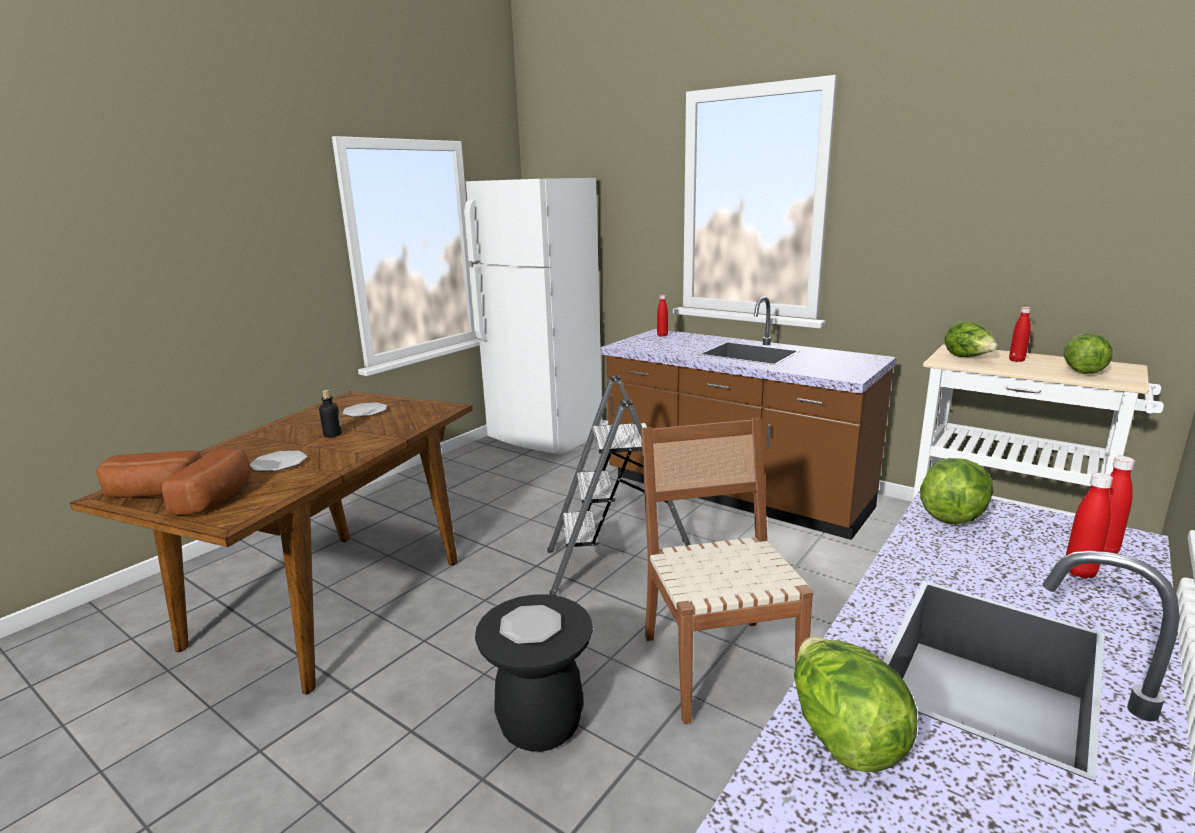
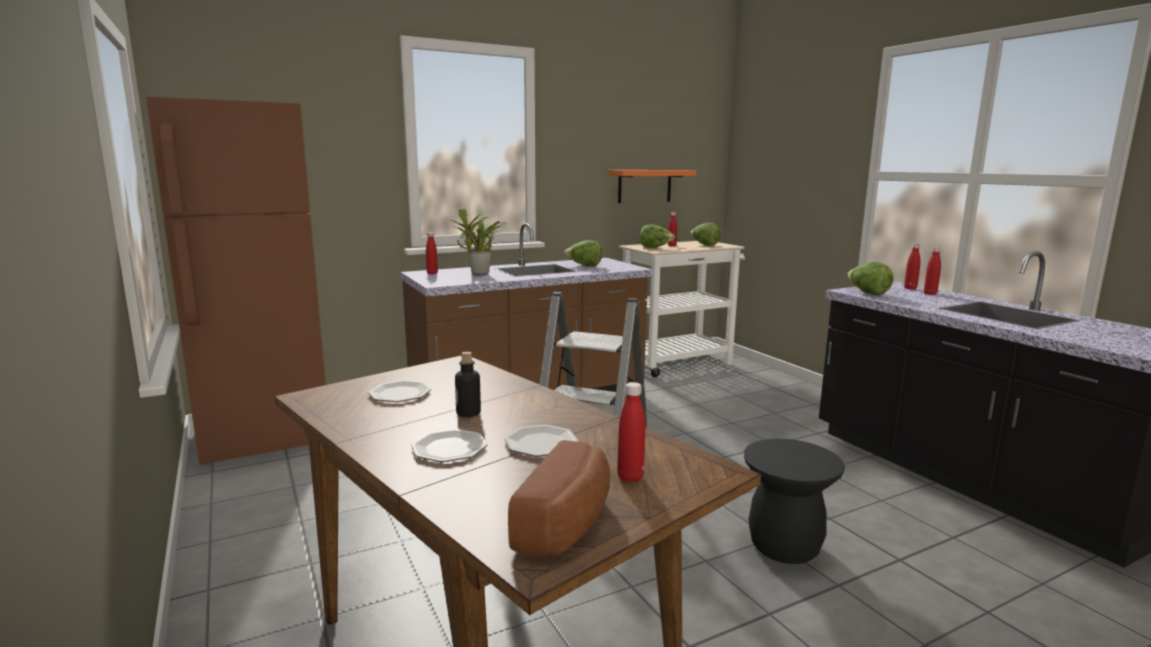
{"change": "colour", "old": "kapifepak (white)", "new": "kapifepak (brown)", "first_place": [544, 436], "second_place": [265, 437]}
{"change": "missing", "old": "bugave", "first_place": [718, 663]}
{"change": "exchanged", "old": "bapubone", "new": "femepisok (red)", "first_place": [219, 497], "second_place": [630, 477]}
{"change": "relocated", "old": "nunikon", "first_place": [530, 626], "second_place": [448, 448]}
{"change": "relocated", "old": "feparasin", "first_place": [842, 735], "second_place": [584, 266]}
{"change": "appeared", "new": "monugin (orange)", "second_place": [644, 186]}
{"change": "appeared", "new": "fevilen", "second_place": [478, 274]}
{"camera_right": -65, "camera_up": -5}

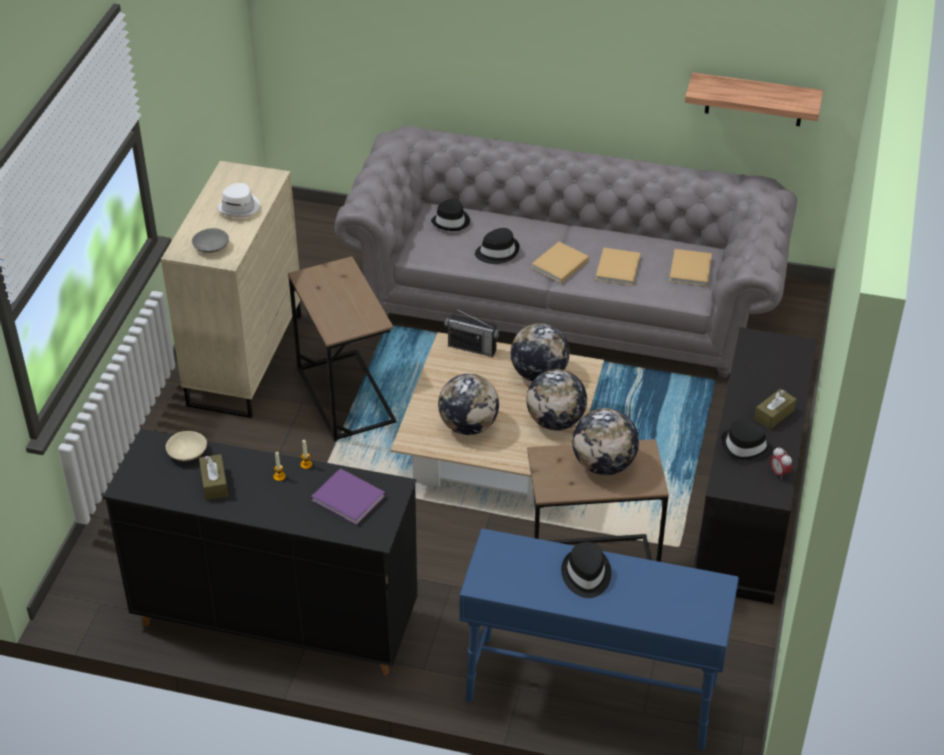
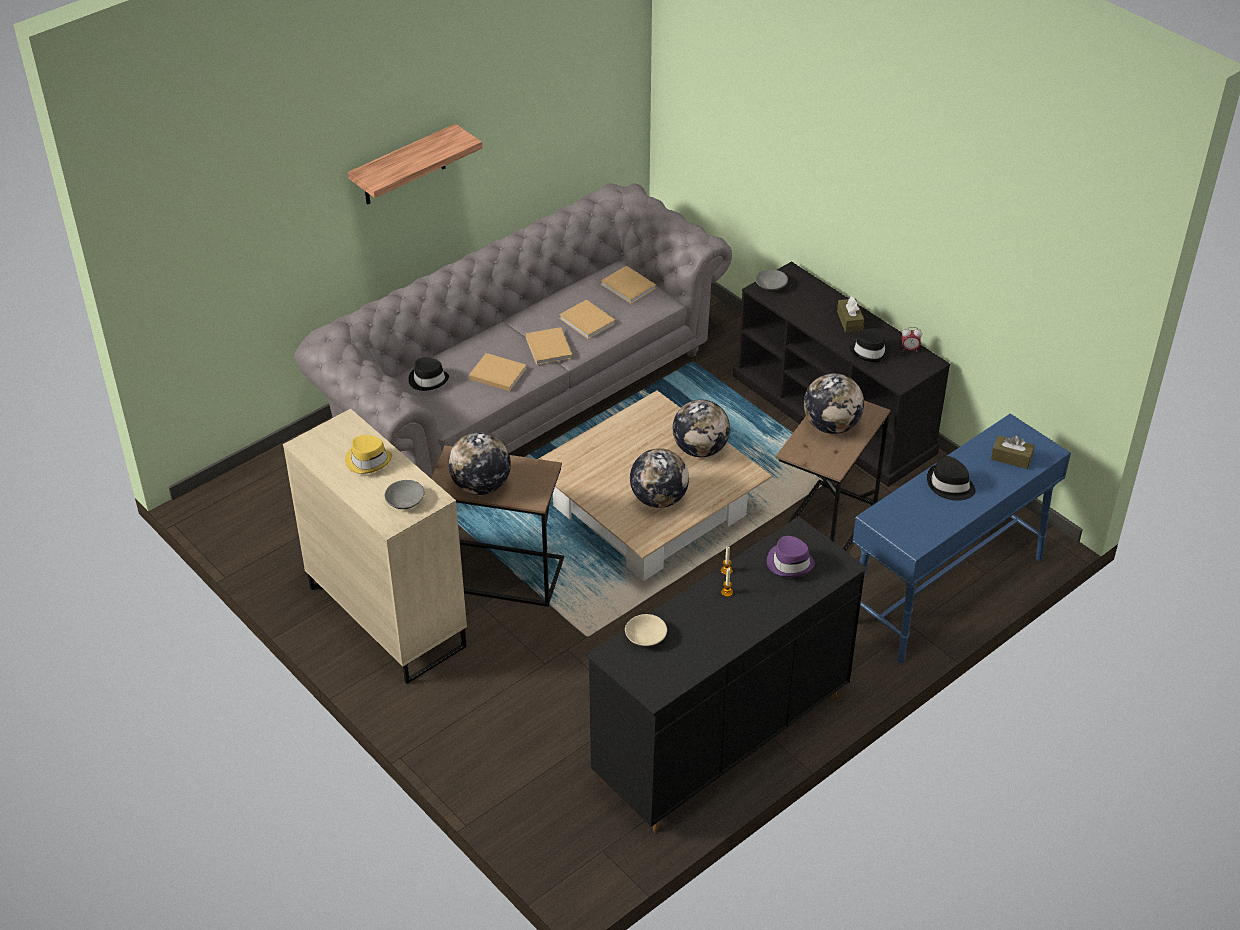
{"change": "relocated", "old": "monugin", "first_place": [754, 100], "second_place": [404, 166]}
{"change": "colour", "old": "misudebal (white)", "new": "misudebal (yellow)", "first_place": [239, 207], "second_place": [368, 460]}
{"change": "exchanged", "old": "misudebal (black)", "new": "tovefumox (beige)", "first_place": [497, 252], "second_place": [496, 373]}
{"change": "missing", "old": "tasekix", "first_place": [472, 348]}
{"change": "relocated", "old": "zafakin", "first_place": [539, 374], "second_place": [481, 486]}
{"change": "relocated", "old": "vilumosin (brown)", "first_place": [214, 483], "second_place": [1011, 458]}
{"change": "exchanged", "old": "tovefumox (purple)", "new": "misudebal (purple)", "first_place": [350, 499], "second_place": [790, 563]}
{"change": "appeared", "new": "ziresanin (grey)", "second_place": [770, 285]}
{"camera_right": -55, "camera_up": 0}

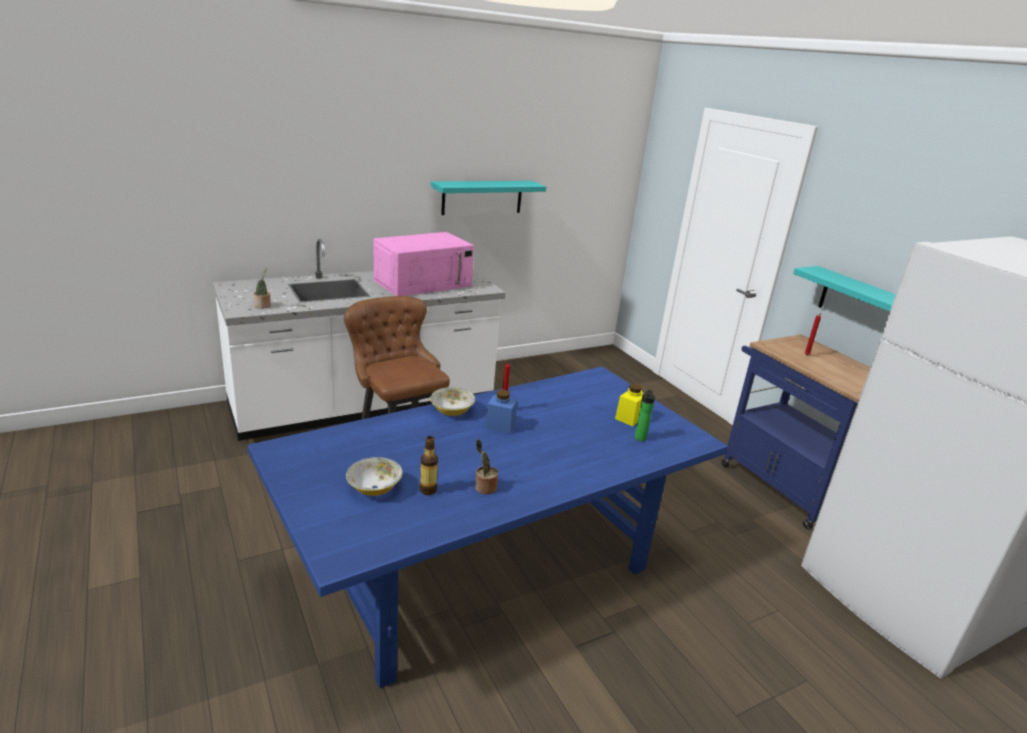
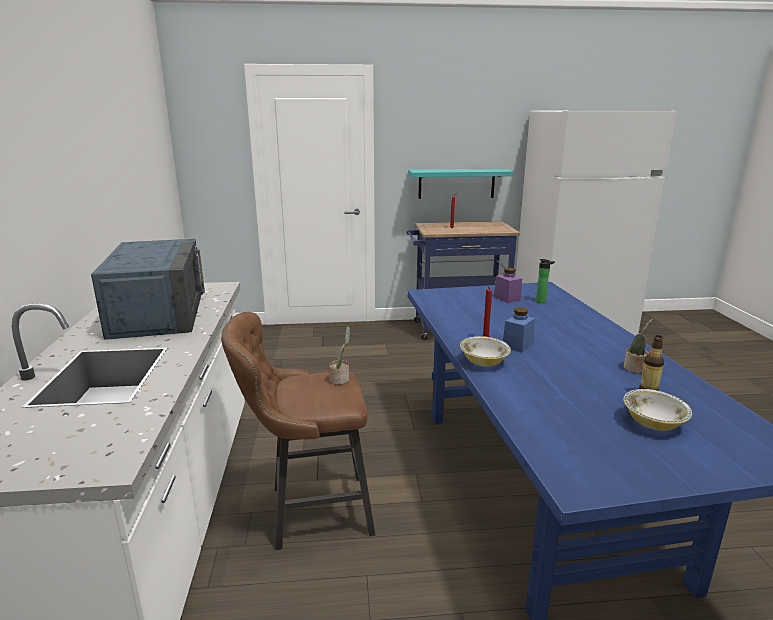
{"change": "missing", "old": "monugin (turquoise)", "first_place": [482, 197]}
{"change": "colour", "old": "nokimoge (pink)", "new": "nokimoge (blue)", "first_place": [423, 283], "second_place": [158, 312]}
{"change": "relocated", "old": "fevilen", "first_place": [263, 306], "second_place": [340, 379]}
{"change": "colour", "old": "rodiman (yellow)", "new": "rodiman (purple)", "first_place": [629, 418], "second_place": [507, 298]}
{"camera_right": -65, "camera_up": -5}

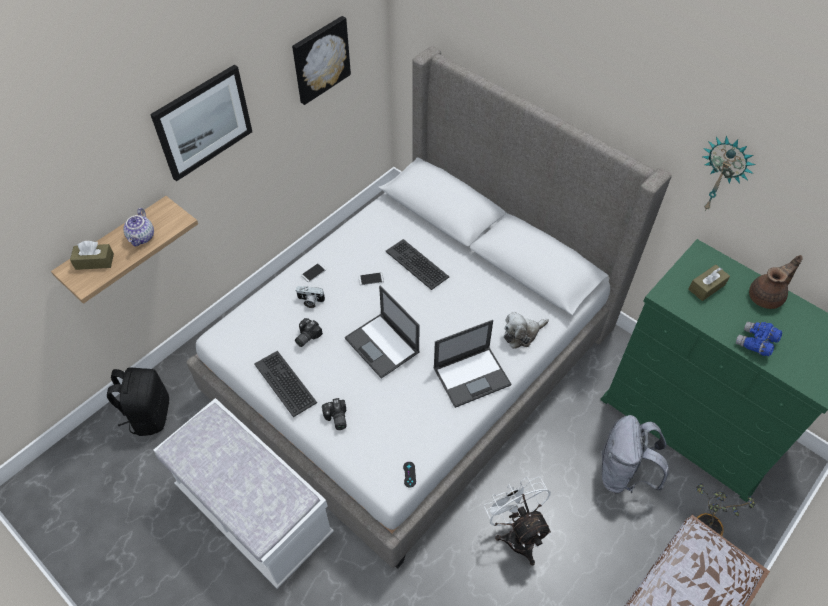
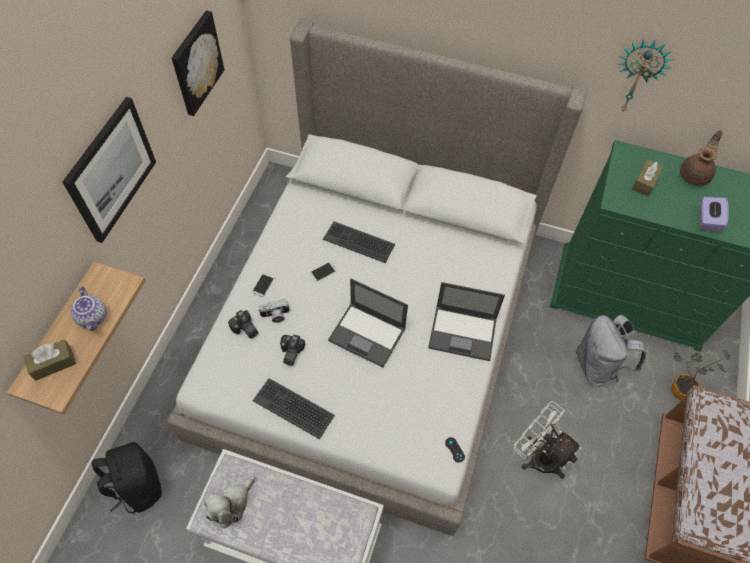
{"change": "relocated", "old": "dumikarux", "first_place": [522, 334], "second_place": [231, 504]}
{"change": "spun", "old": "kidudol", "first_place": [472, 376], "second_place": [463, 333], "degrees": 60}
{"change": "exchanged", "old": "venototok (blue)", "new": "vilumosin (purple)", "first_place": [755, 343], "second_place": [707, 220]}
{"change": "relocated", "old": "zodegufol", "first_place": [336, 419], "second_place": [245, 329]}
{"camera_right": -25, "camera_up": 5}

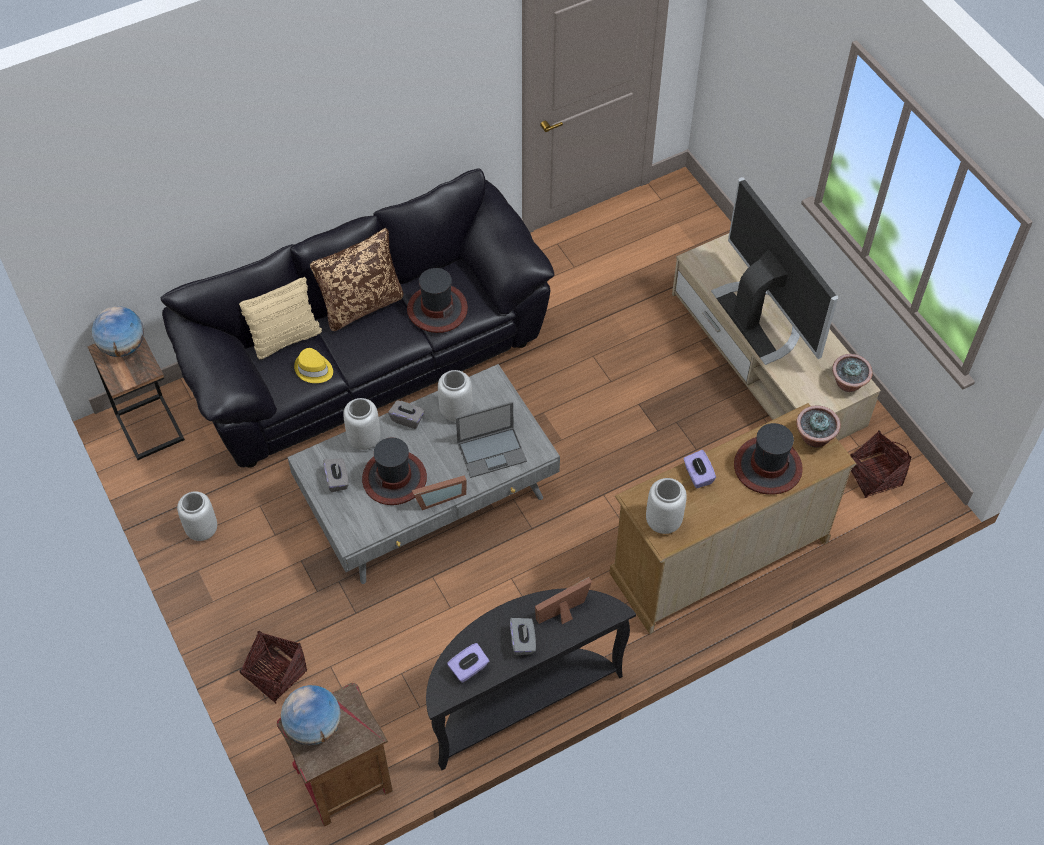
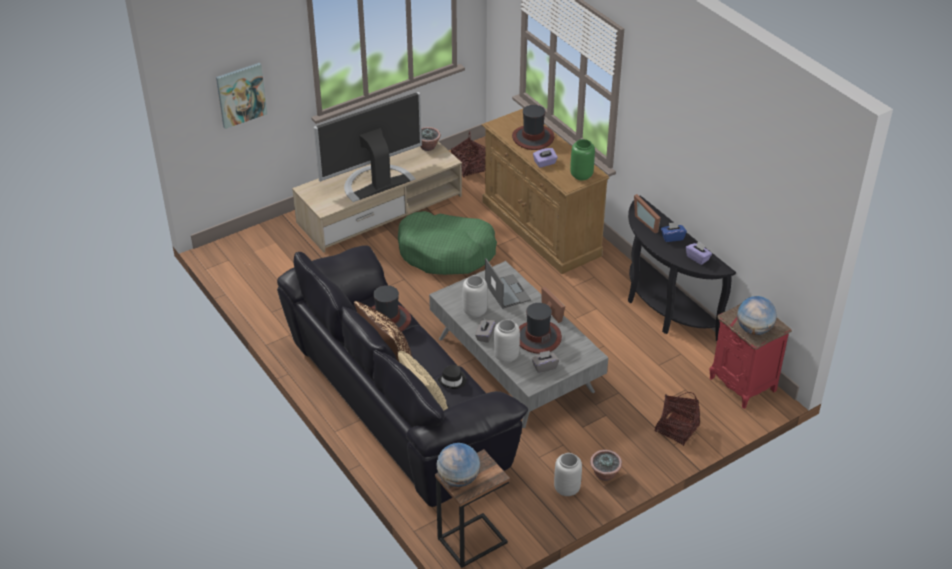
{"change": "colour", "old": "misudebal (yellow)", "new": "misudebal (black)", "first_place": [313, 369], "second_place": [453, 380]}
{"change": "relocated", "old": "fevilen", "first_place": [814, 438], "second_place": [605, 474]}
{"change": "colour", "old": "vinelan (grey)", "new": "vinelan (green)", "first_place": [662, 521], "second_place": [581, 175]}
{"change": "colour", "old": "vilumosin (grey)", "new": "vilumosin (blue)", "first_place": [523, 642], "second_place": [672, 237]}
{"change": "appeared", "new": "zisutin", "second_place": [241, 94]}
{"change": "appeared", "new": "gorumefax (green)", "second_place": [446, 252]}
{"camera_right": -95, "camera_up": -15}

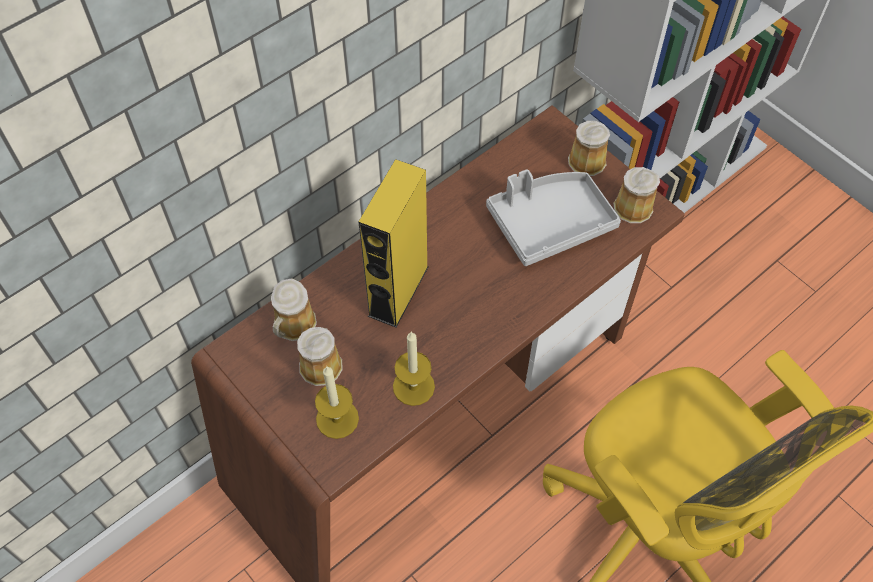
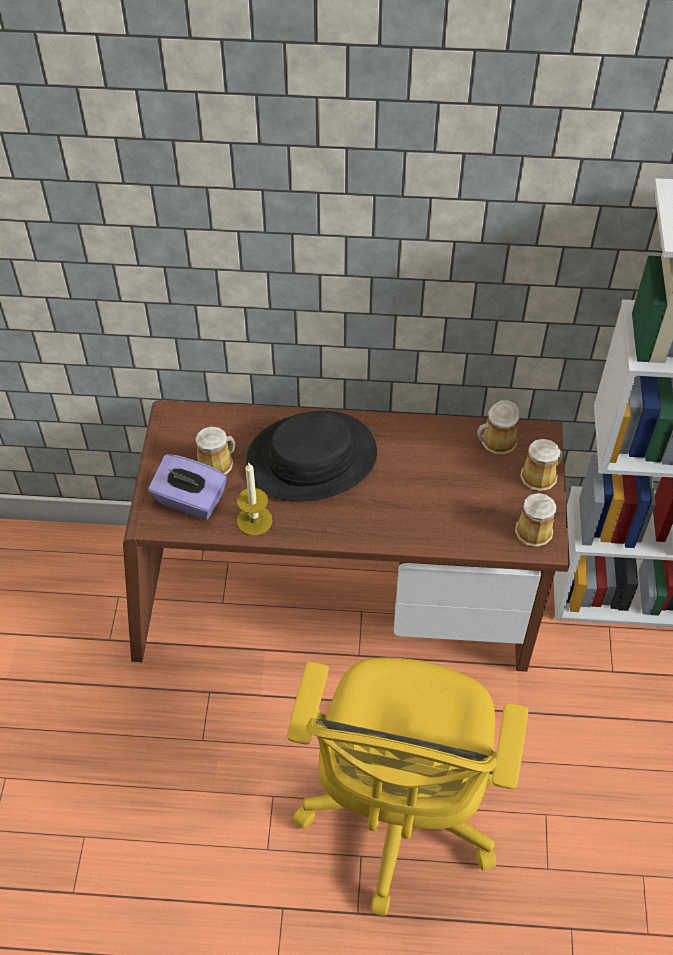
{"change": "exchanged", "old": "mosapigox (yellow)", "new": "misudebal (black)", "first_place": [398, 291], "second_place": [312, 458]}
{"change": "missing", "old": "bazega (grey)", "first_place": [549, 223]}
{"change": "relocated", "old": "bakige", "first_place": [293, 325], "second_place": [496, 441]}
{"change": "exchanged", "old": "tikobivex", "new": "vilumosin (purple)", "first_place": [337, 418], "second_place": [190, 501]}
{"camera_right": 45, "camera_up": -5}

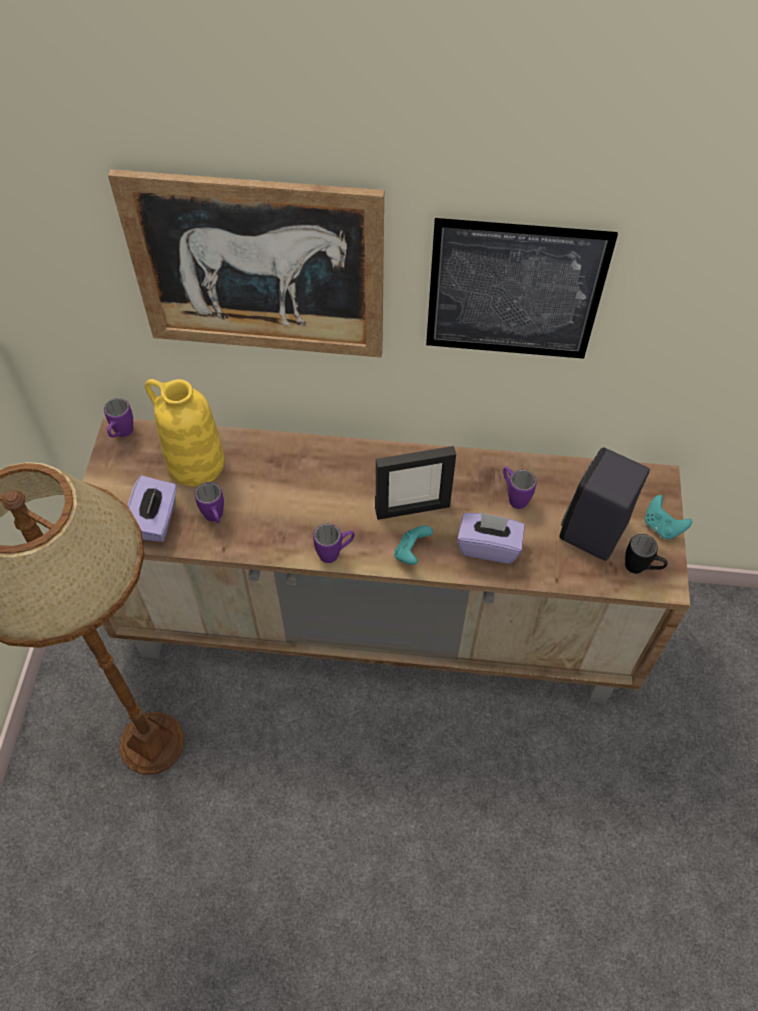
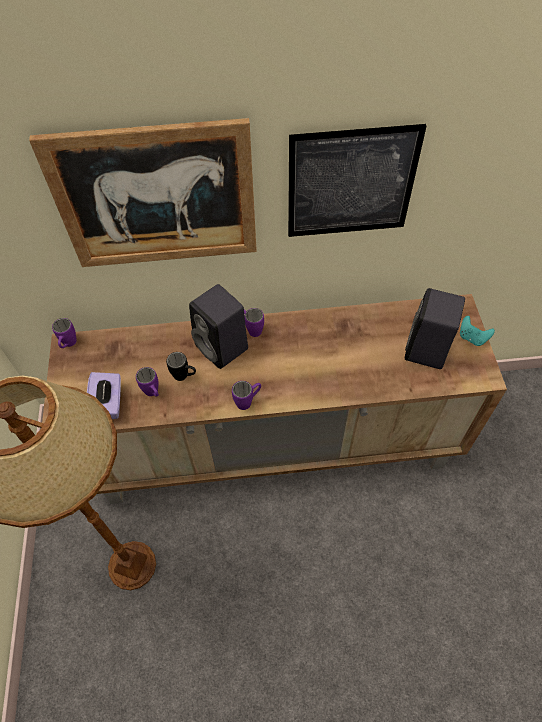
{"change": "missing", "old": "vinelan (yellow)", "first_place": [194, 463]}
{"change": "missing", "old": "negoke", "first_place": [412, 508]}
{"change": "relocated", "old": "bakige (purple)", "first_place": [514, 497], "second_place": [251, 329]}
{"change": "missing", "old": "vilumosin (purple)", "first_place": [488, 546]}
{"change": "missing", "old": "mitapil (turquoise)", "first_place": [411, 552]}
{"change": "relocated", "old": "bakige (black)", "first_place": [640, 568], "second_place": [184, 376]}
{"change": "appeared", "new": "mosapigox (black)", "second_place": [223, 348]}
{"camera_right": -10, "camera_up": 0}

